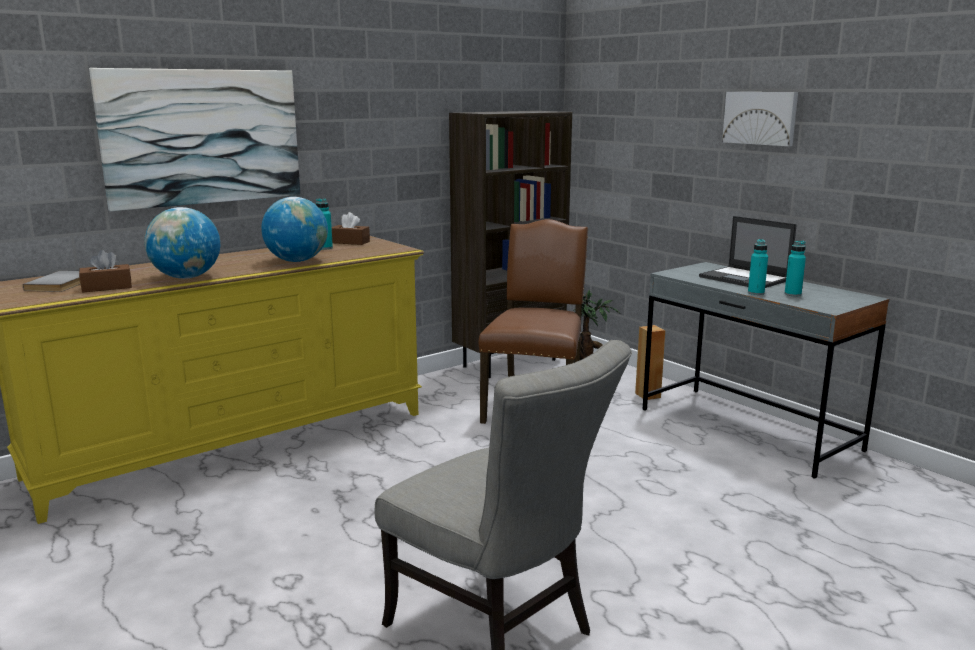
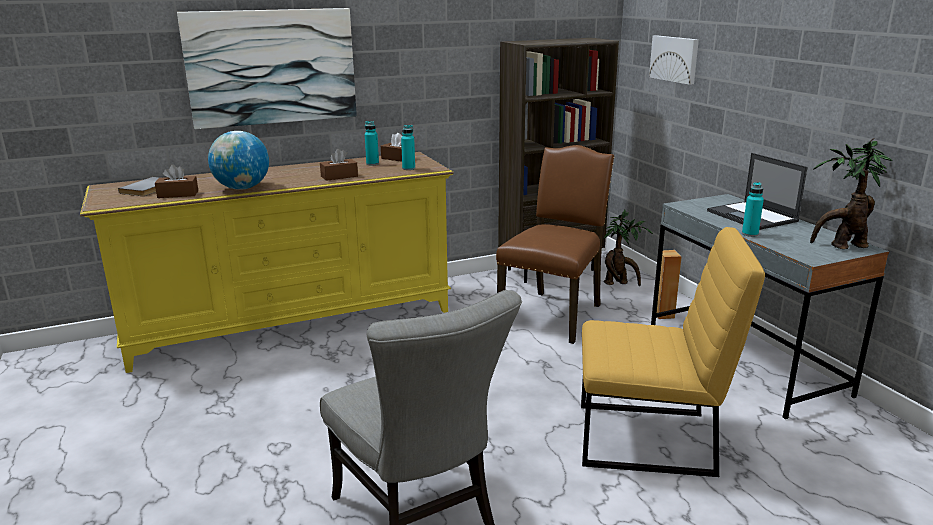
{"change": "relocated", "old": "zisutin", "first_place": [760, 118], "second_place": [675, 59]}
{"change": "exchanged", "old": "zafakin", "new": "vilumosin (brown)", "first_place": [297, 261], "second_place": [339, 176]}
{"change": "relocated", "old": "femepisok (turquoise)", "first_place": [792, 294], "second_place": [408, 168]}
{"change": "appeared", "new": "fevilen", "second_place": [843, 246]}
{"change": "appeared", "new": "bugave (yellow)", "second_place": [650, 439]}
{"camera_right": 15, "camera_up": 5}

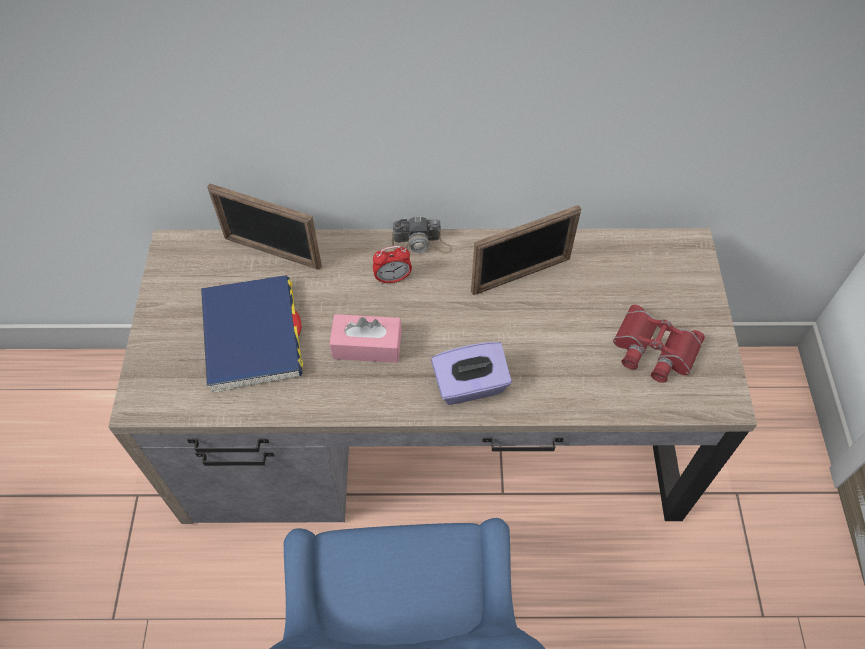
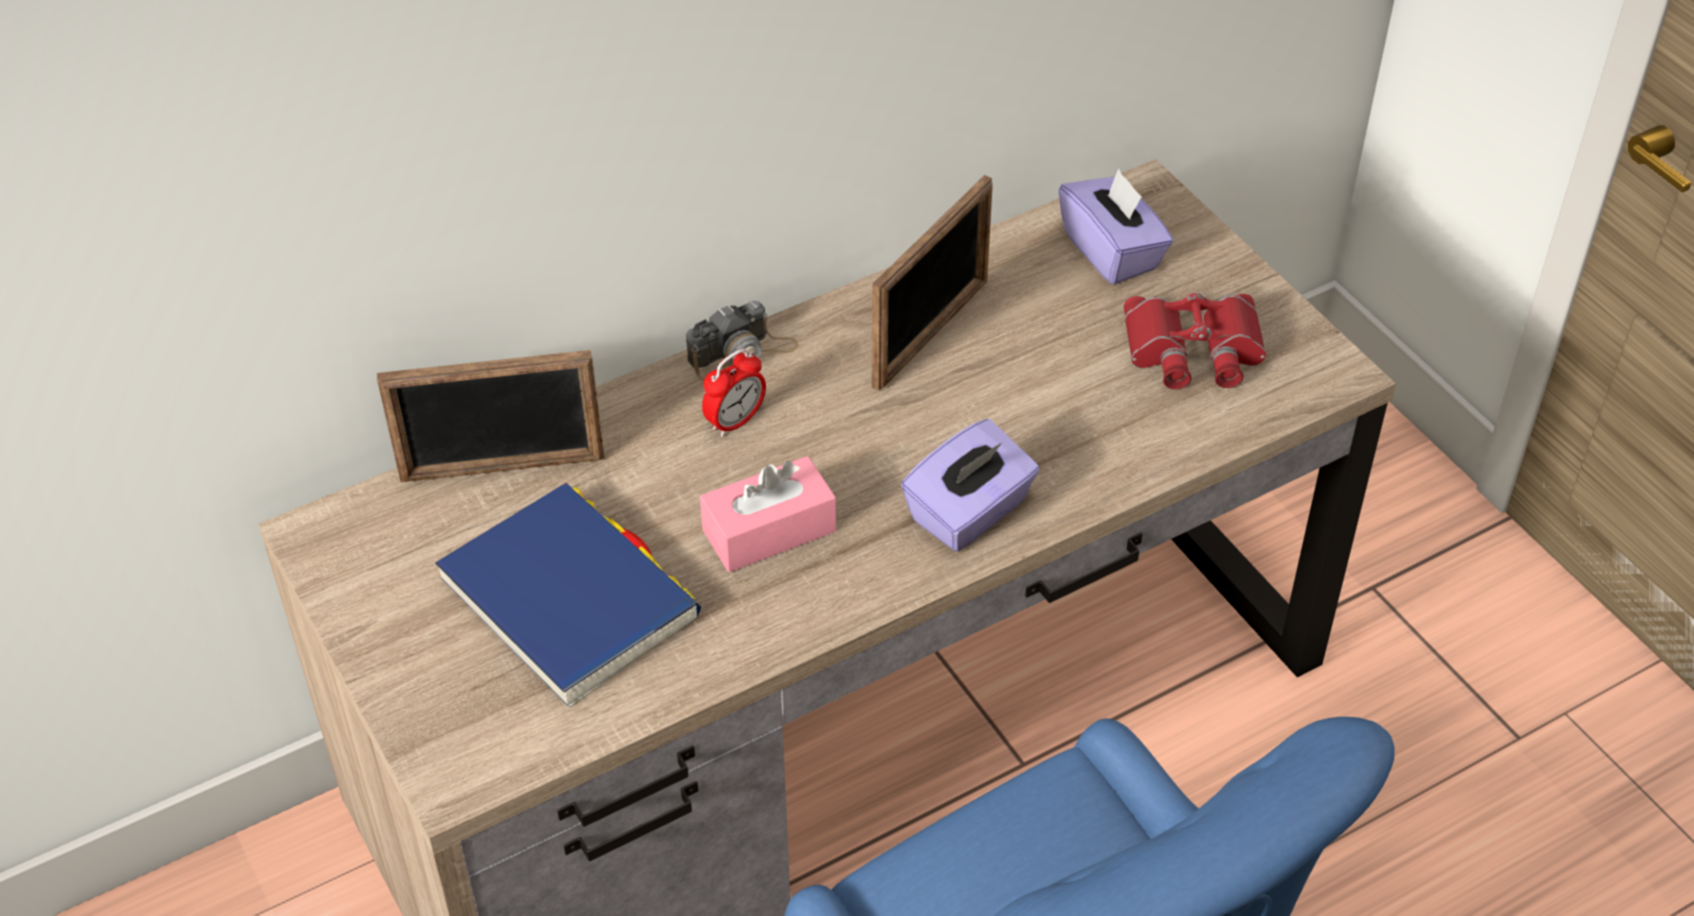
{"change": "appeared", "new": "vilumosin (purple)", "second_place": [1112, 252]}
{"camera_right": -30, "camera_up": -10}

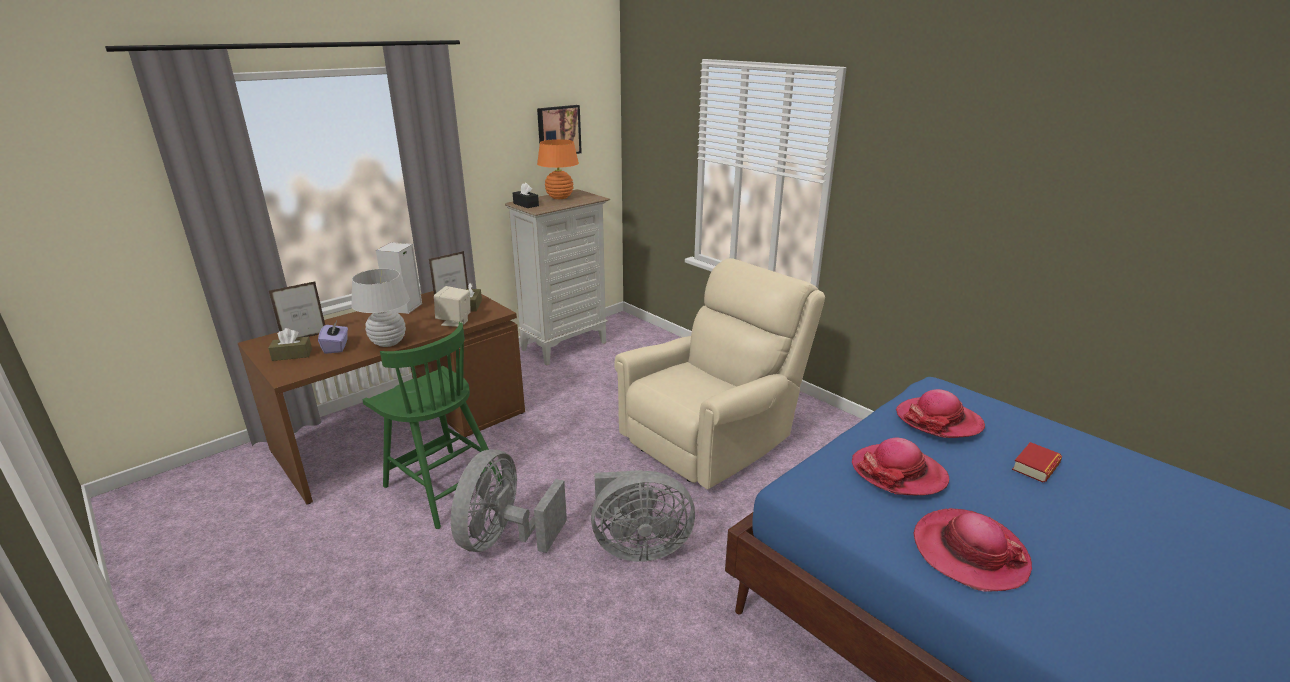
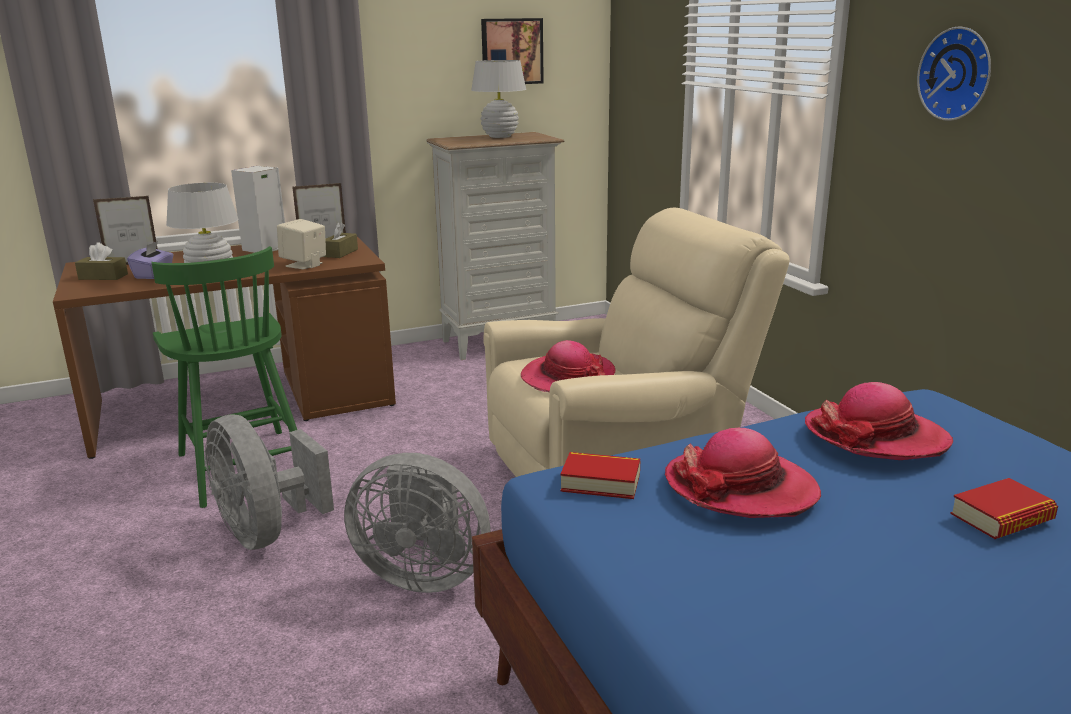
{"change": "colour", "old": "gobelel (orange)", "new": "gobelel (white)", "first_place": [559, 197], "second_place": [499, 136]}
{"change": "missing", "old": "vilumosin (black)", "first_place": [526, 204]}
{"change": "spun", "old": "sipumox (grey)", "first_place": [504, 538], "second_place": [267, 532], "degrees": -75}
{"change": "relocated", "old": "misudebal", "first_place": [969, 552], "second_place": [567, 377]}
{"change": "appeared", "new": "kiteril", "second_place": [958, 74]}
{"change": "appeared", "new": "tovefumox", "second_place": [600, 482]}
{"camera_right": 20, "camera_up": -5}

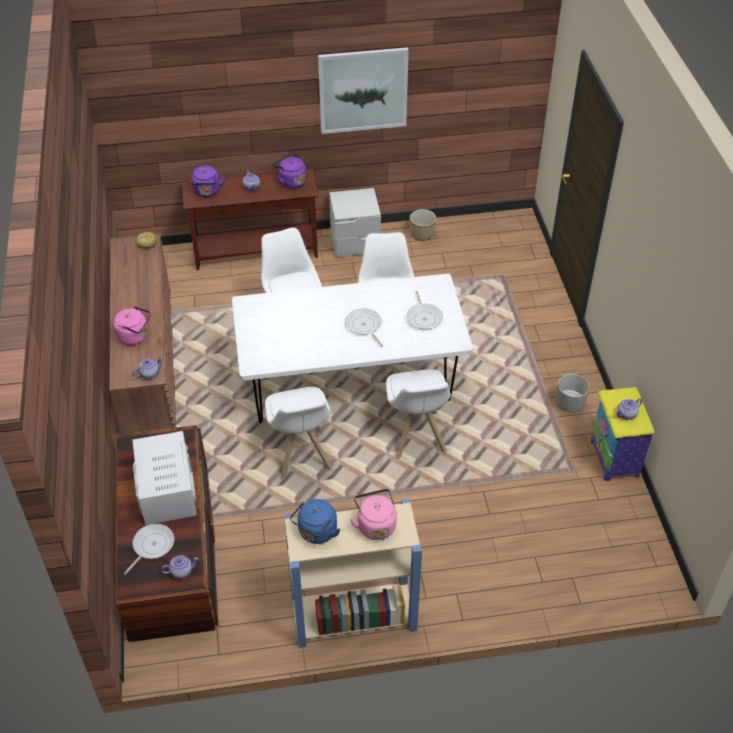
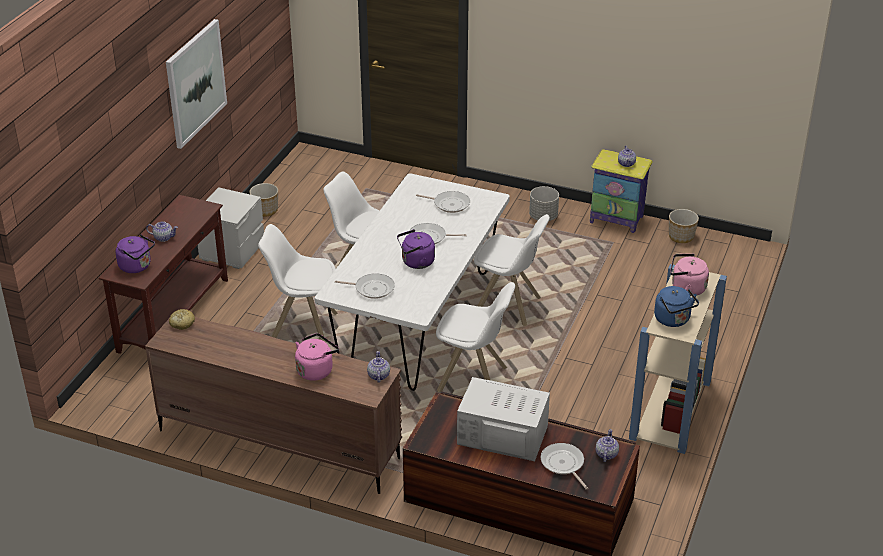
{"change": "relocated", "old": "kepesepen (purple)", "first_place": [291, 181], "second_place": [416, 262]}
{"change": "appeared", "new": "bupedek", "second_place": [681, 236]}
{"change": "appeared", "new": "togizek", "second_place": [372, 288]}
{"camera_right": -60, "camera_up": -10}

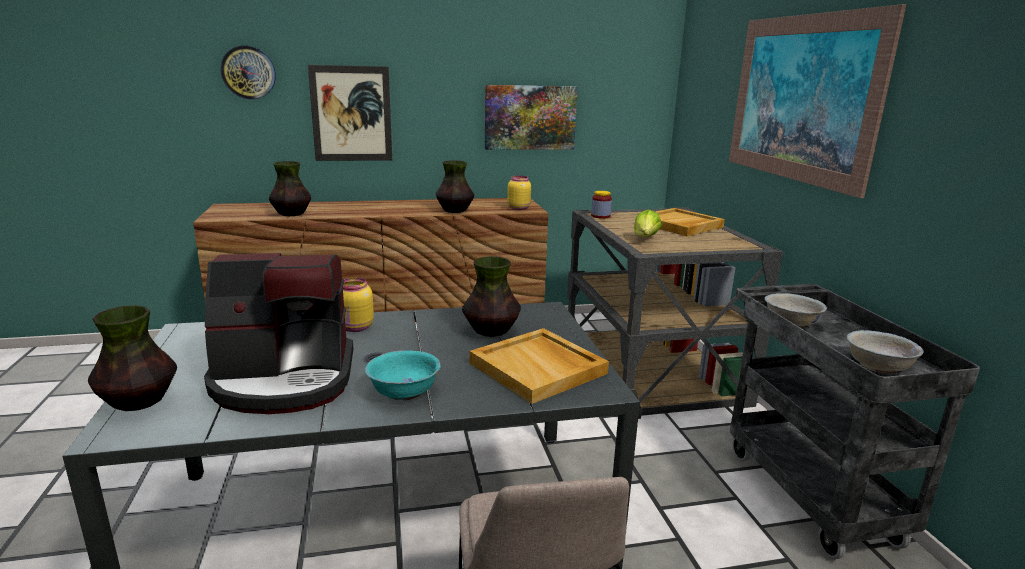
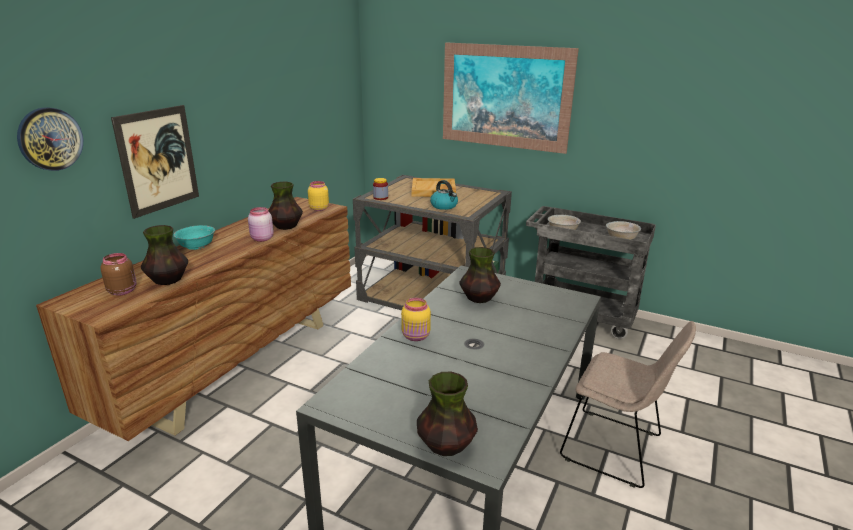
{"change": "missing", "old": "zisutin", "first_place": [530, 117]}
{"change": "exchanged", "old": "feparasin", "new": "kepesepen", "first_place": [645, 239], "second_place": [444, 206]}
{"change": "missing", "old": "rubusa", "first_place": [284, 380]}
{"change": "missing", "old": "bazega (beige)", "first_place": [539, 368]}
{"change": "relocated", "old": "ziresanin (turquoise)", "first_place": [404, 392], "second_place": [197, 246]}
{"change": "appeared", "new": "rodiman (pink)", "second_place": [261, 239]}
{"change": "appeared", "new": "rodiman (brown)", "second_place": [123, 291]}
{"camera_right": -50, "camera_up": 5}

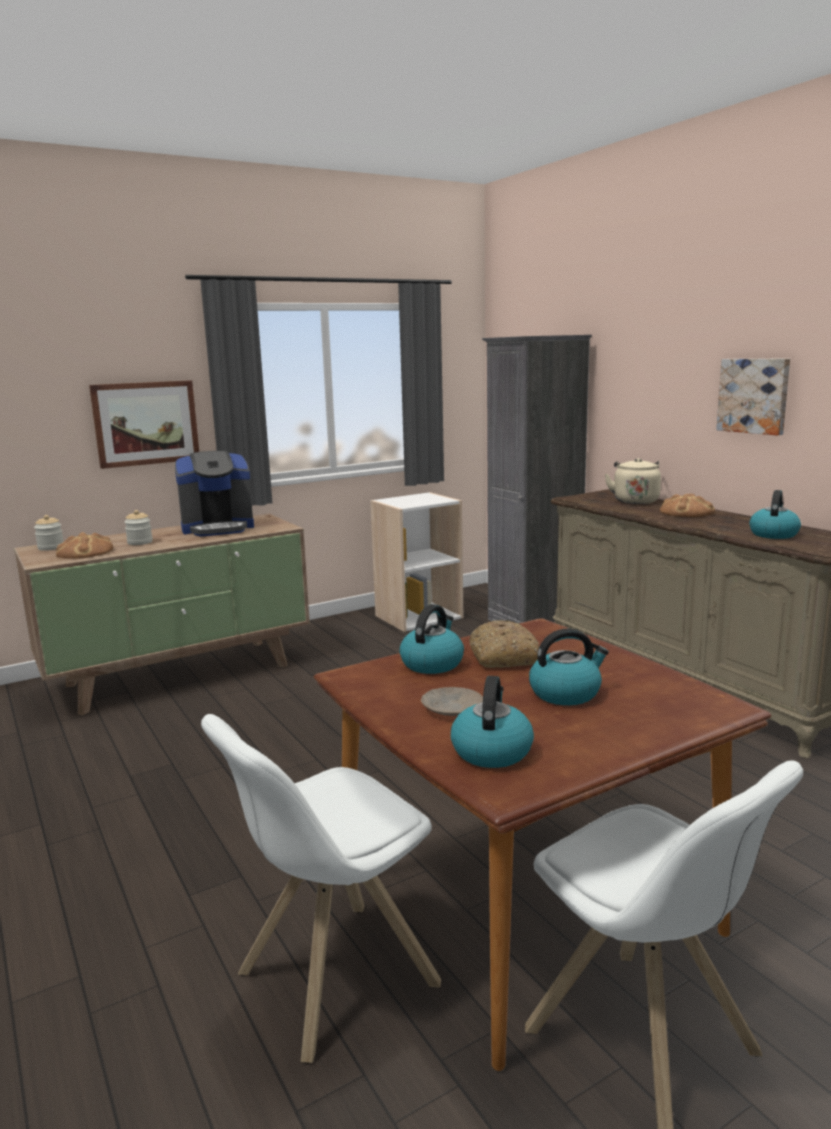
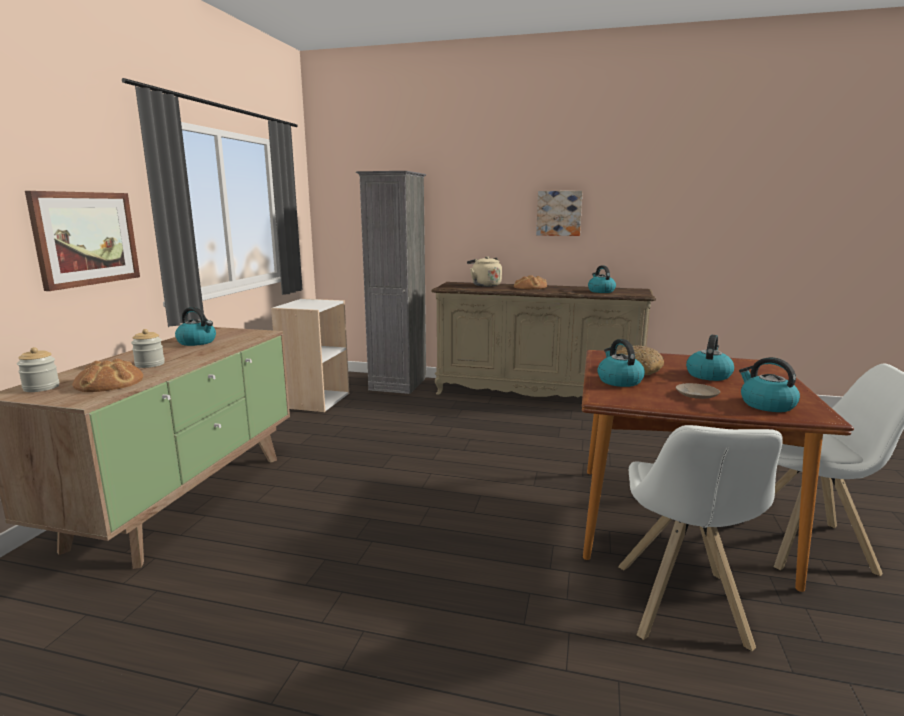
{"change": "exchanged", "old": "rubusa", "new": "kepesepen", "first_place": [218, 528], "second_place": [197, 342]}
{"camera_right": -45, "camera_up": 0}

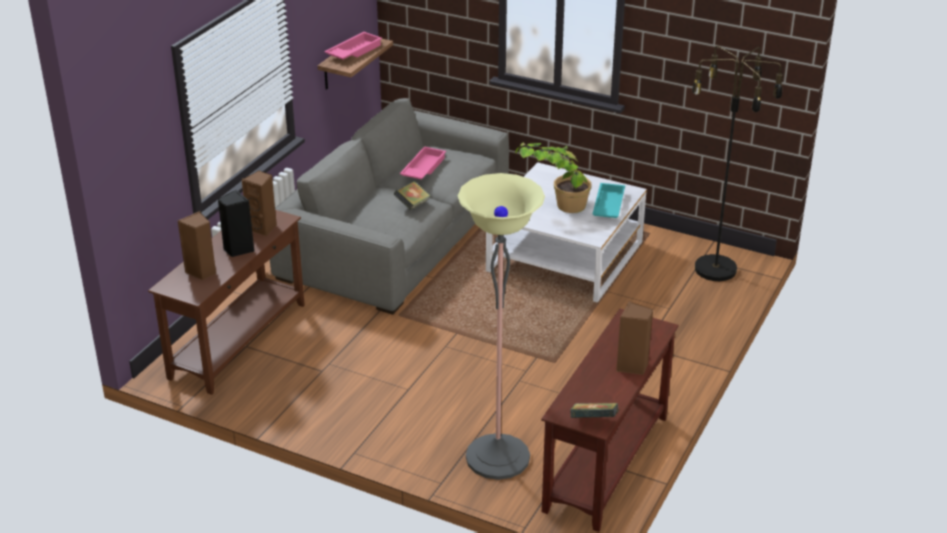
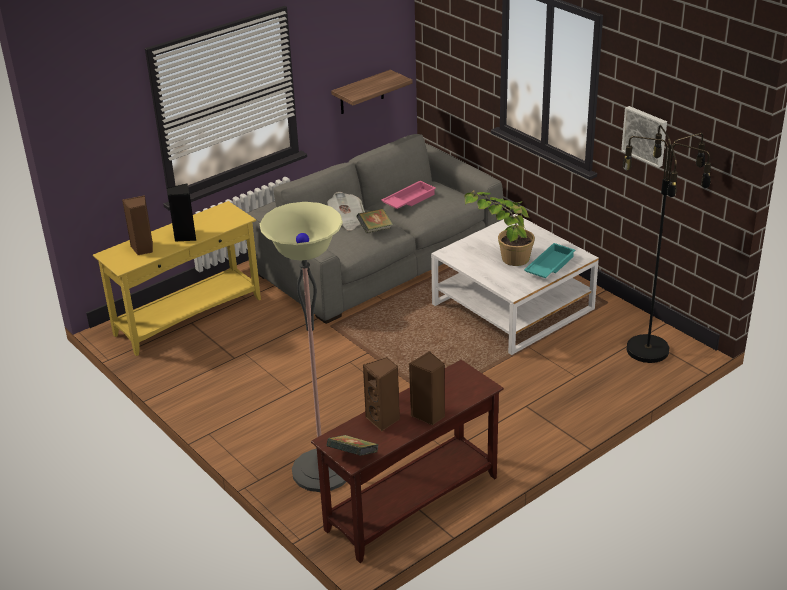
{"change": "missing", "old": "bazega (pink)", "first_place": [353, 51]}
{"change": "relocated", "old": "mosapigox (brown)", "first_place": [263, 228], "second_place": [384, 420]}
{"change": "colour", "old": "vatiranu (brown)", "new": "vatiranu (yellow)", "first_place": [238, 340], "second_place": [188, 316]}
{"change": "appeared", "new": "zisutin", "second_place": [645, 135]}
{"change": "appeared", "new": "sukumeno", "second_place": [347, 220]}
{"camera_right": 25, "camera_up": 0}

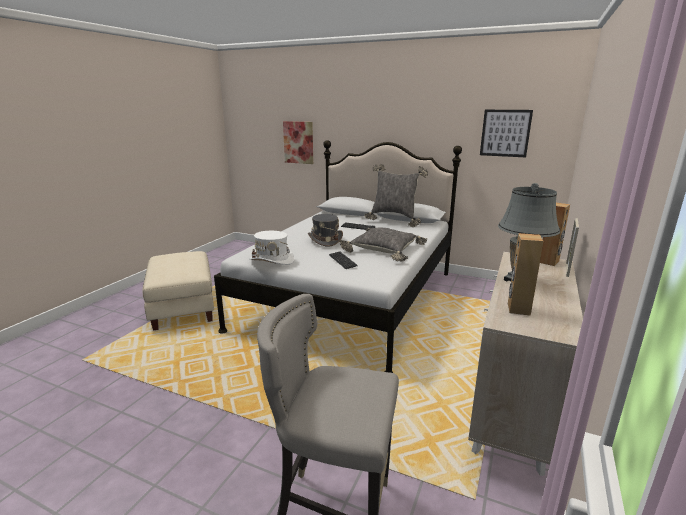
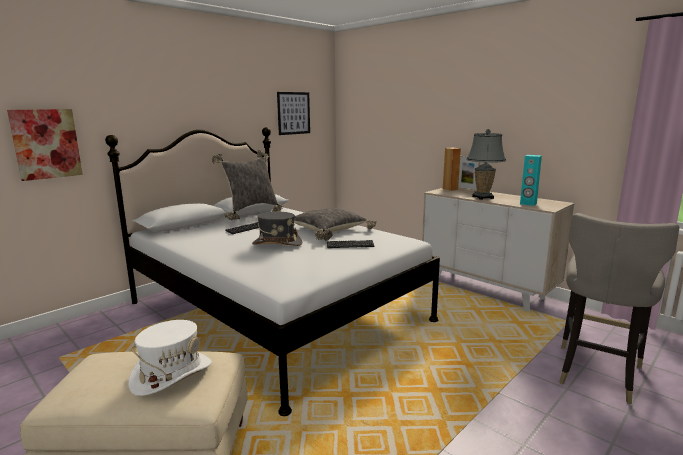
{"change": "relocated", "old": "misudebal (white)", "first_place": [272, 260], "second_place": [171, 374]}
{"change": "colour", "old": "mosapigox (brown)", "new": "mosapigox (turquoise)", "first_place": [518, 309], "second_place": [528, 204]}
{"camera_right": -70, "camera_up": -5}

